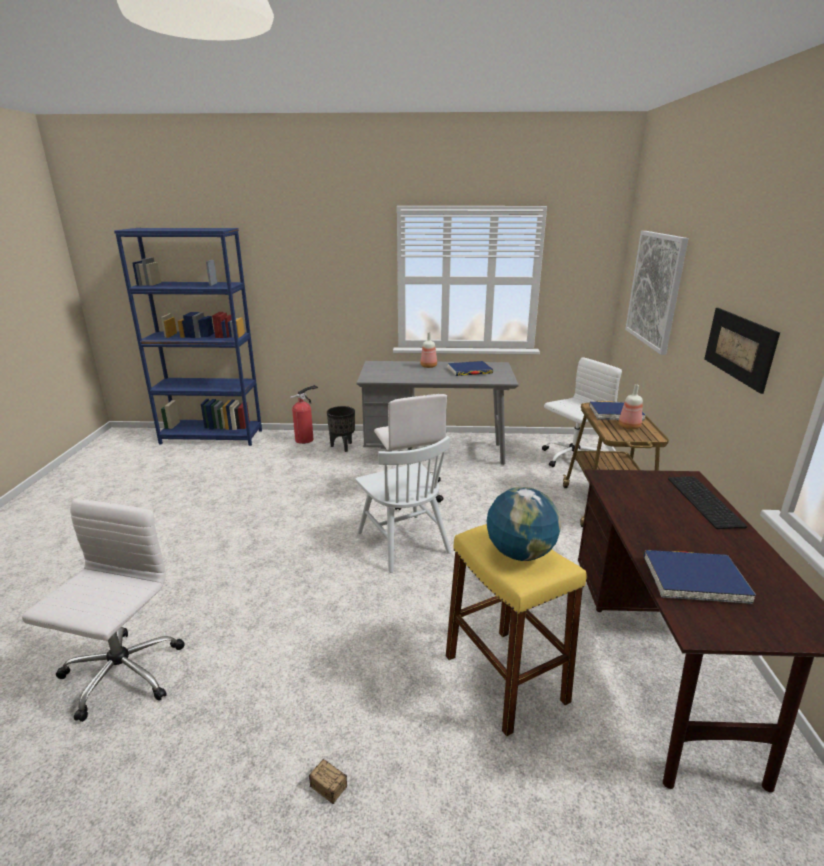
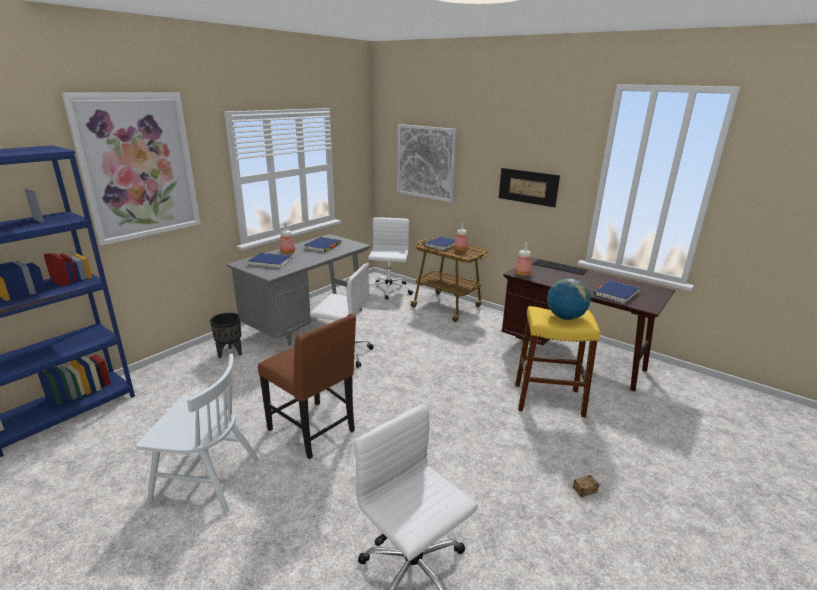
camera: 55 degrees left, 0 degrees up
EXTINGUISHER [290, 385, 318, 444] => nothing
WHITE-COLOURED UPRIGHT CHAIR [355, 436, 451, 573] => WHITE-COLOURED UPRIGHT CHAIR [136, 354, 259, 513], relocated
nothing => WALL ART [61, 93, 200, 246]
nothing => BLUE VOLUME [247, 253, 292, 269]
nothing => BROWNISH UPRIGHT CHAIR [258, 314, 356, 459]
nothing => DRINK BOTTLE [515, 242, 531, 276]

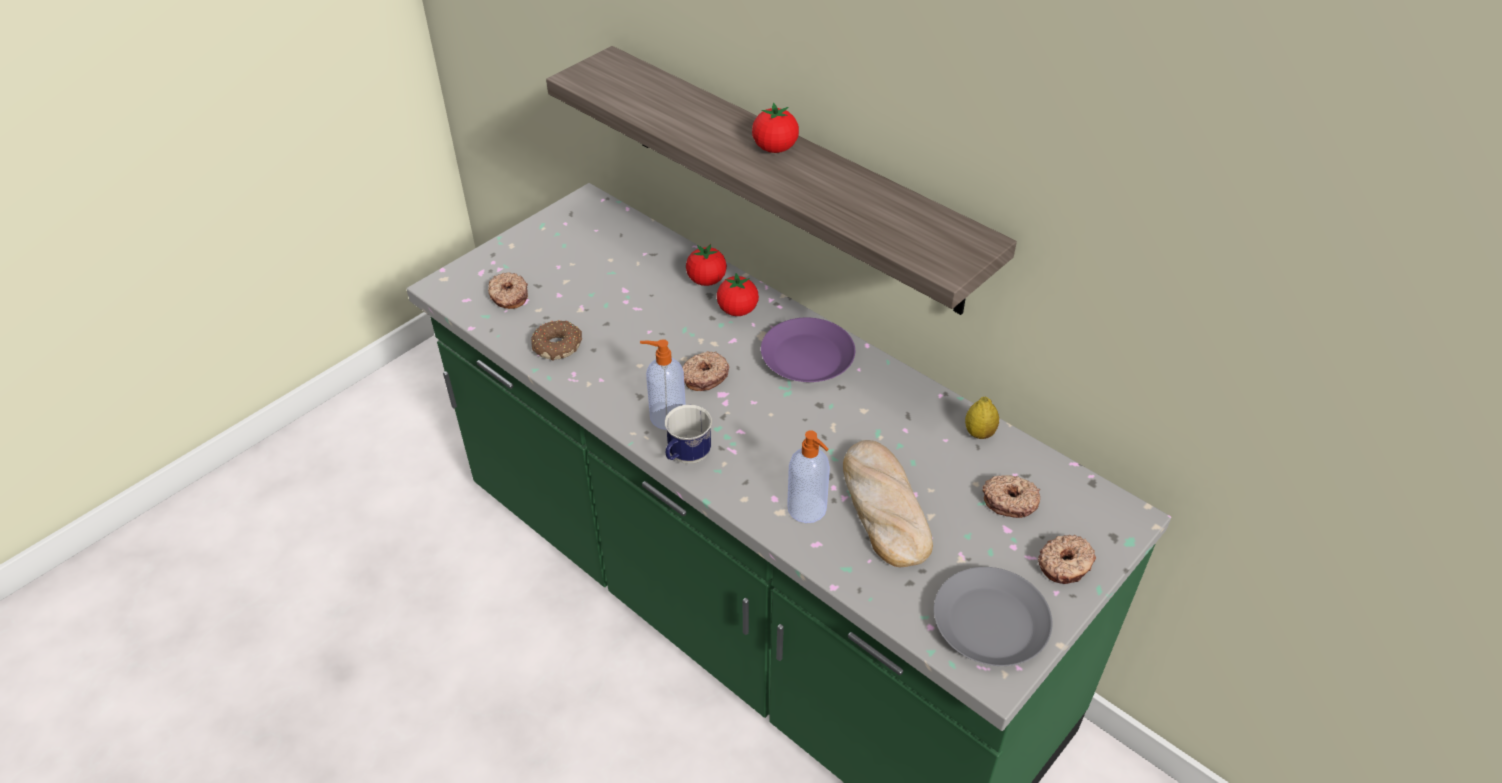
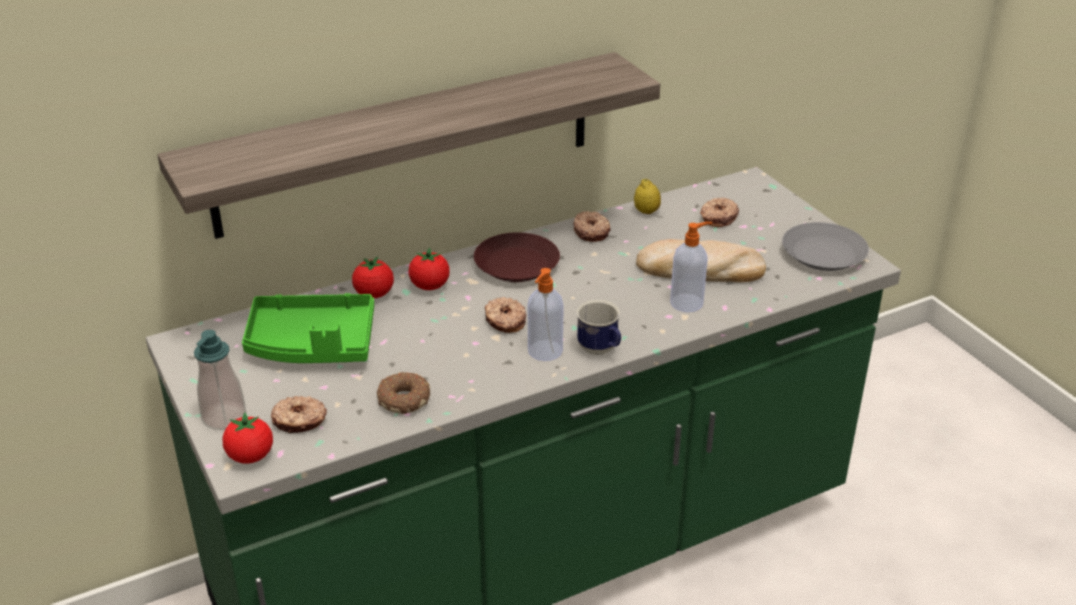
camera: 70 degrees left, 10 degrees down
WHOLE TOMATO [752, 103, 799, 153] => WHOLE TOMATO [223, 412, 273, 464], relocated
PURPLE FLAT DISH [761, 318, 855, 382] => BROWNISH FLAT DISH [474, 232, 560, 282]
RING DOUGHNUT [1038, 535, 1096, 584] => RING DOUGHNUT [573, 211, 611, 242], relocated
nothing => SOAP BOTTLE [194, 330, 246, 430]
nothing => GREEN-COLOURED SERVING TRAY [242, 293, 374, 363]

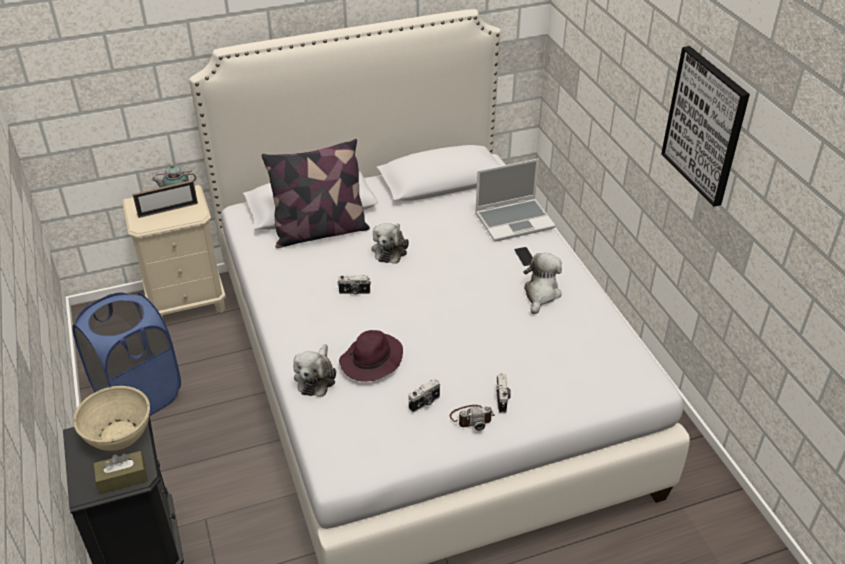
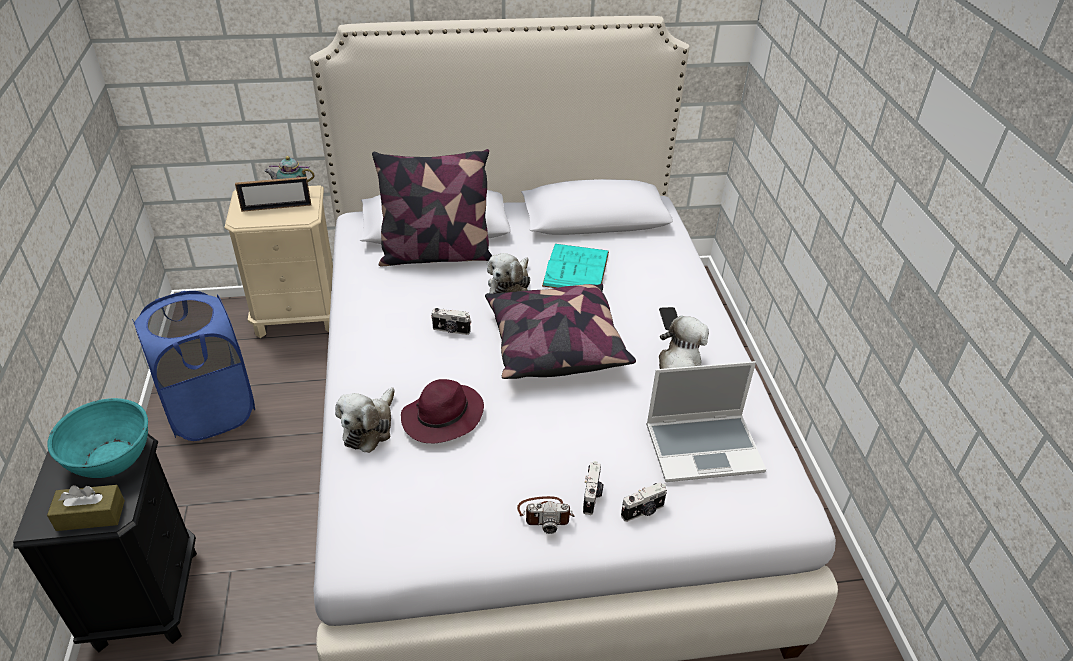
camera: 10 degrees right, 0 degrees up
BEIGE BOWL [73, 386, 150, 451] => BLUE-GREEN BOWL [47, 398, 148, 478]
STILL CAMERA [409, 379, 440, 412] => STILL CAMERA [621, 482, 667, 522], relocated
NOTEBOOK COMPUTER [475, 159, 556, 242] => NOTEBOOK COMPUTER [646, 361, 766, 482], relocated
WALL ART [661, 46, 750, 207] => nothing
nothing => CUSHION [485, 283, 636, 379]
nothing => BLUE-GREEN VOLUME [542, 244, 609, 288]

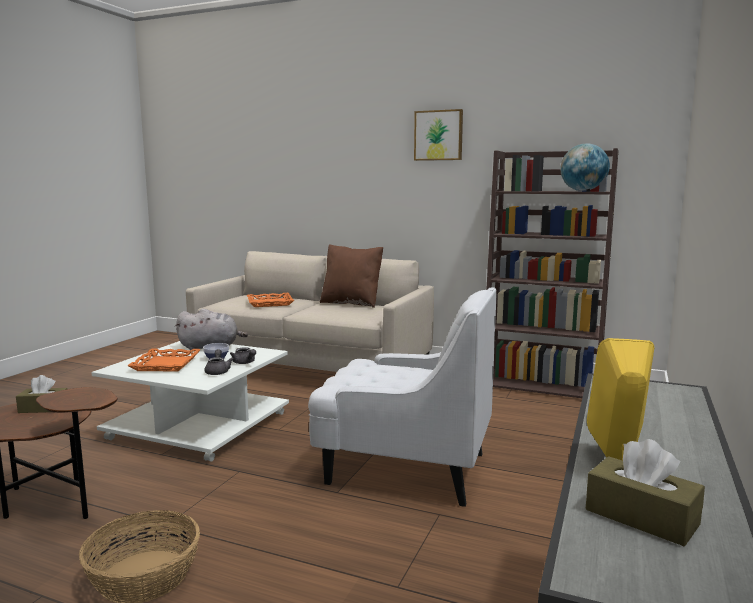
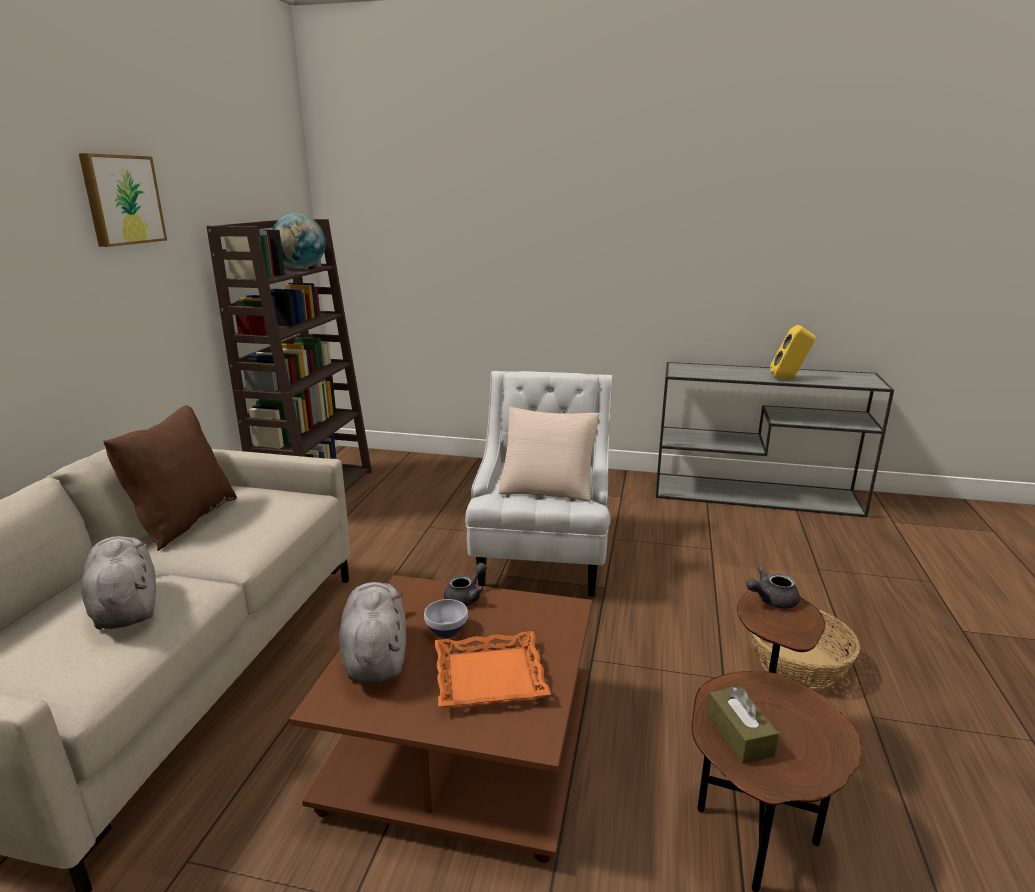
camera: 100 degrees left, 10 degrees up
WHITE-COLOURED COFFEE TABLE [91, 341, 289, 462] => BROWNISH COFFEE TABLE [289, 575, 592, 863]
GREYISH TEA POT [204, 349, 234, 375] => GREYISH TEA POT [746, 567, 800, 609], relocated
ORANGEY SERVING TRAY [247, 293, 294, 307] => GREYISH CUDDLY TOY [81, 536, 156, 630]
BROWNISH BOX OF TISSUES [586, 439, 705, 546] => nothing
nothing => BEIGE CUSHION [499, 407, 599, 502]

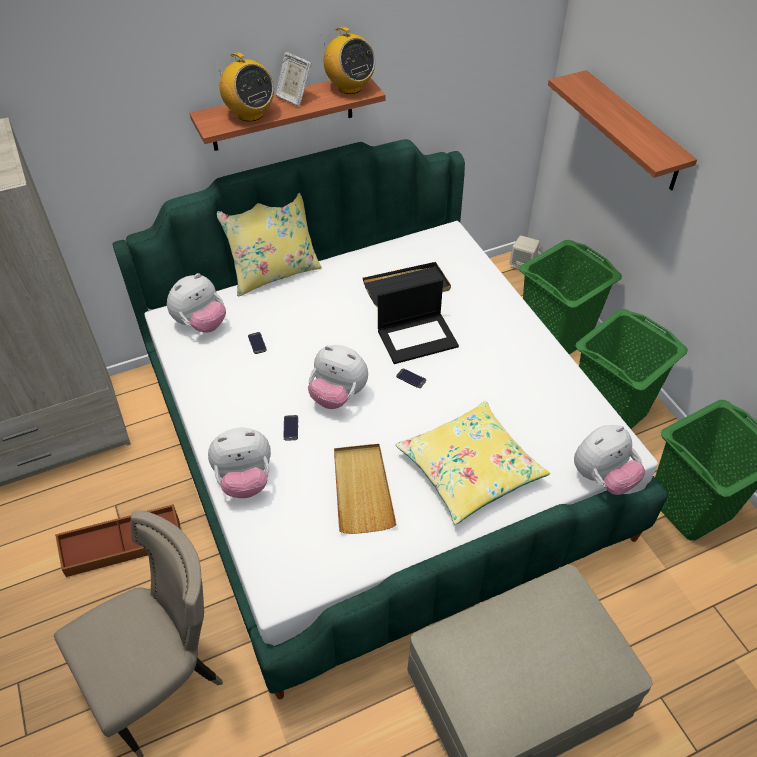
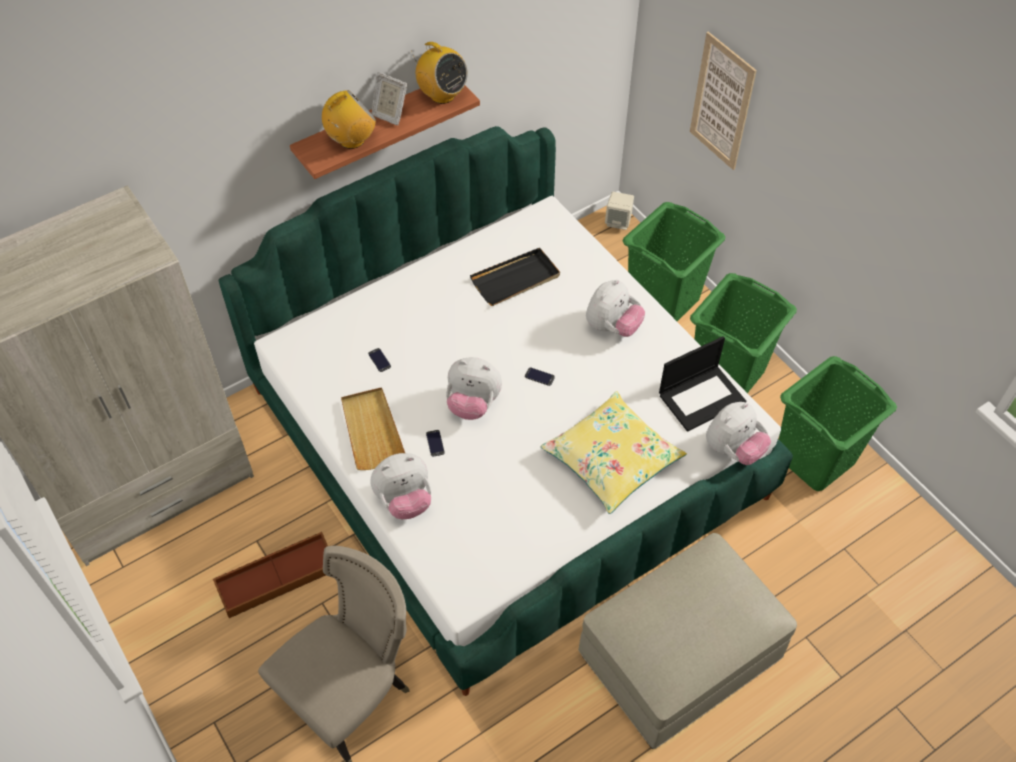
camera: 10 degrees left, 5 degrees up
CUDDLY TOY [167, 273, 226, 332] => CUDDLY TOY [586, 279, 645, 337], relocated
RADIO [216, 52, 274, 122] => RADIO [322, 90, 376, 149], 75 degrees counterclockwise
YELLOW CUSHION [217, 193, 322, 296] => nothing
BEIGE SERVING TRAY [334, 444, 396, 534] => BEIGE SERVING TRAY [341, 387, 405, 470], relocated
NOTEBOOK COMPUTER [378, 279, 459, 364] => NOTEBOOK COMPUTER [659, 336, 746, 432], relocated
BRACKET SHELF [548, 70, 697, 191] => WALL ART [690, 32, 757, 170]

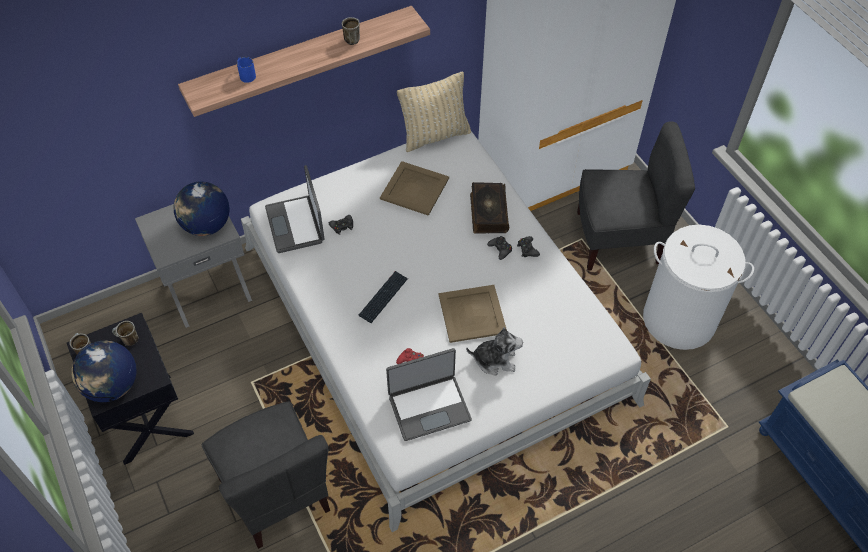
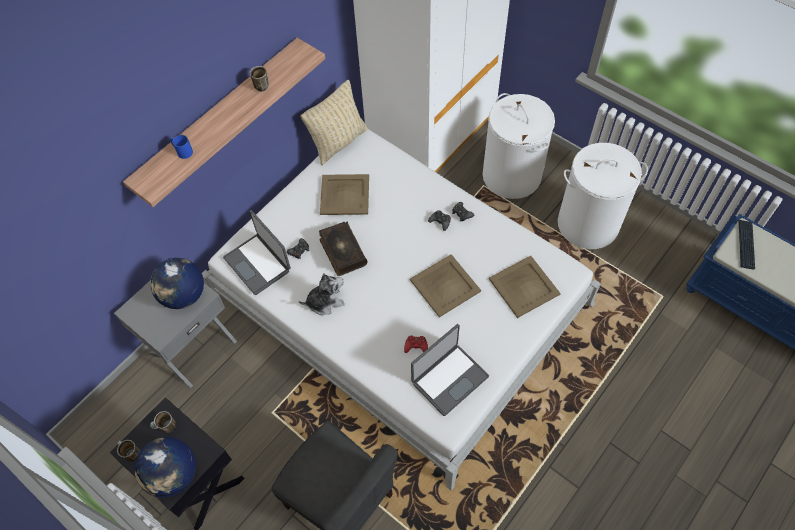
camera: 20 degrees left, 5 degrees up
COMPUTER KEYBOARD [359, 271, 408, 323] => COMPUTER KEYBOARD [738, 220, 755, 269], relocated
CUDDLY TOY [466, 327, 523, 376] => CUDDLY TOY [299, 274, 345, 315], relocated
VOLUME [470, 182, 509, 234] => VOLUME [319, 221, 368, 276], relocated
GREYISH UPRIGHT CHAIR [577, 122, 695, 271] => WHITE-COLOURED HAMPER [483, 93, 555, 199]
nothing => BEIGE SERVING TRAY [489, 256, 561, 318]

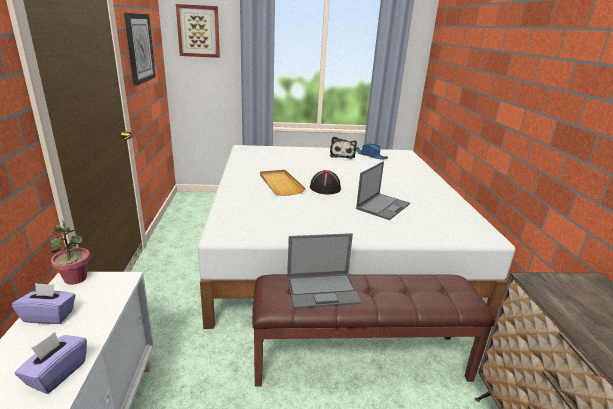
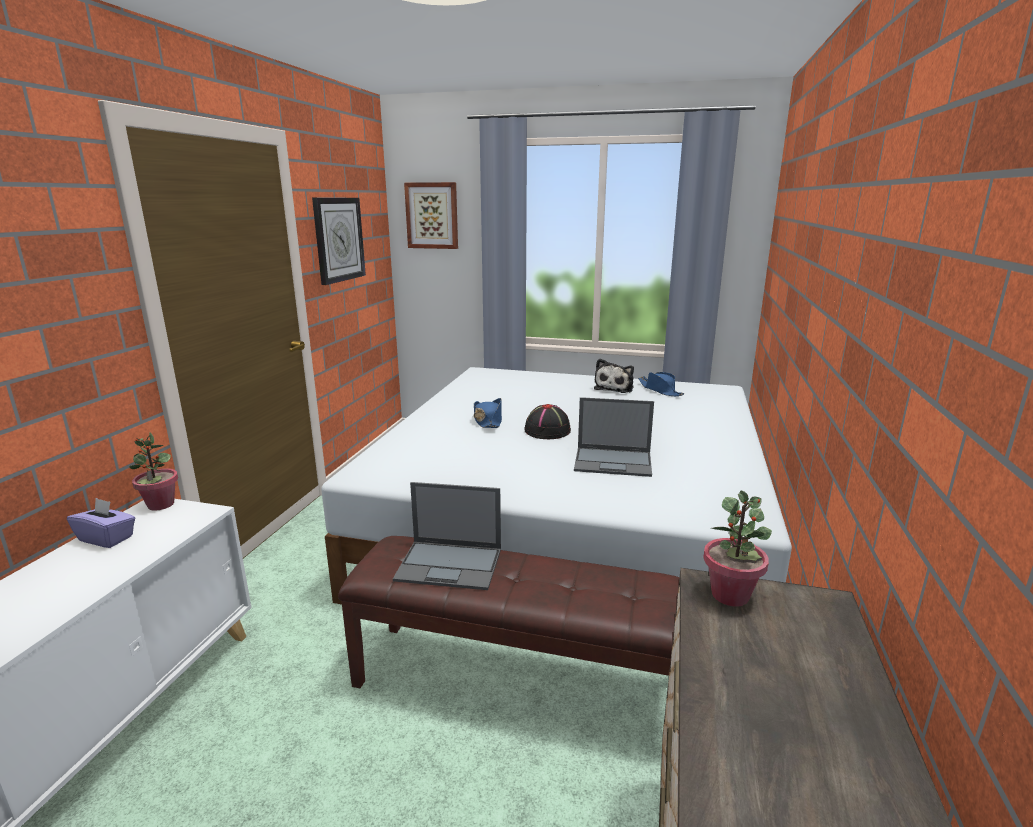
camera: 20 degrees right, 5 degrees down
PURPLE BOX OF TISSUES [15, 332, 87, 394] => nothing
BEIGE SERVING TRAY [260, 170, 306, 196] => BLUE HAT [473, 398, 502, 428]
NOTEBOOK COMPUTER [356, 161, 410, 220] => NOTEBOOK COMPUTER [574, 397, 654, 477], 45 degrees clockwise
nothing => PLANT IN A POT [703, 491, 772, 607]

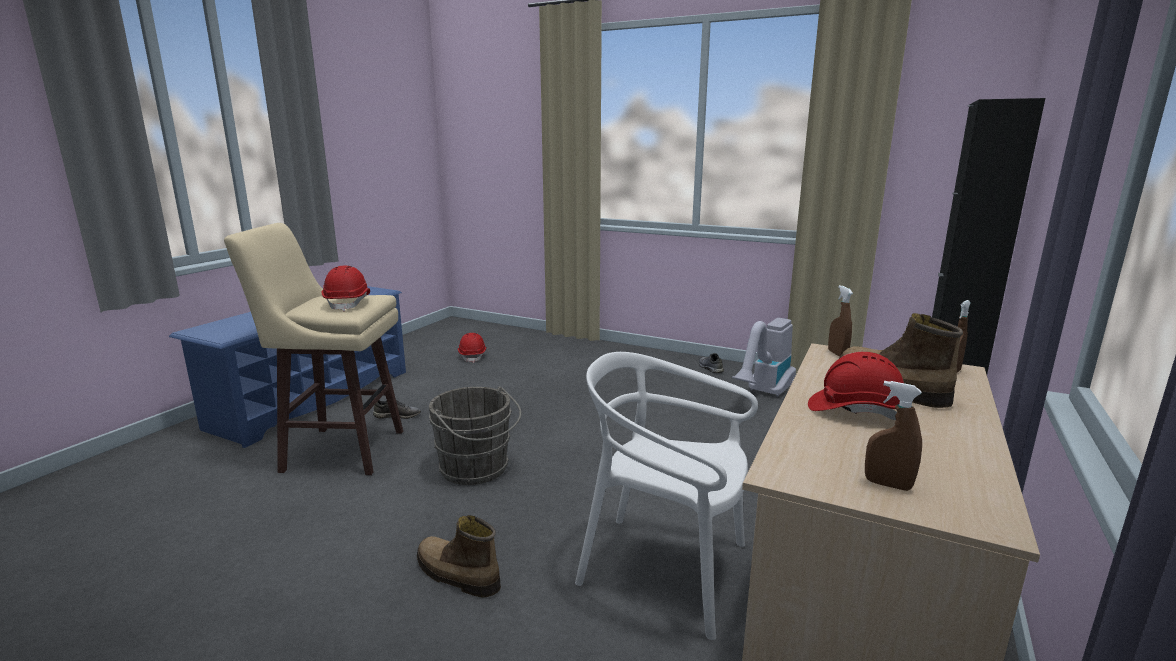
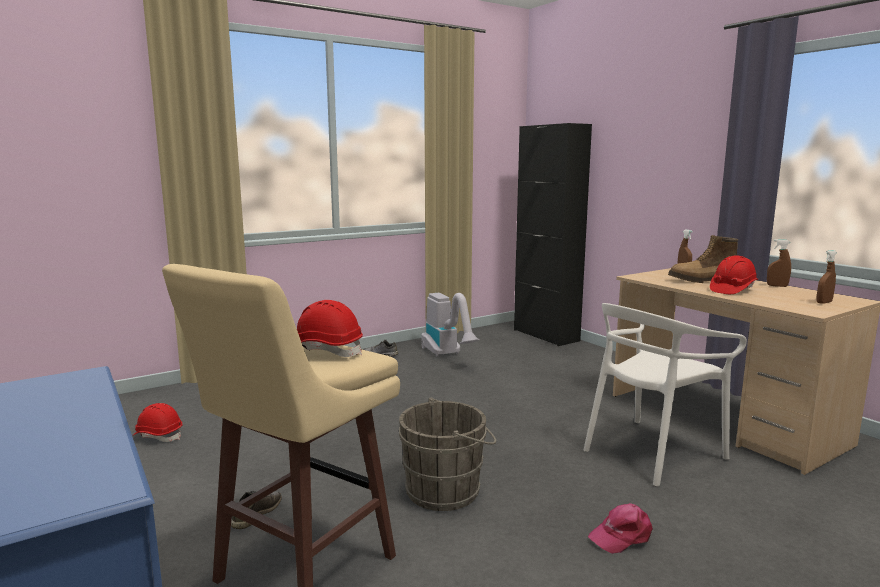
camera: 60 degrees left, 5 degrees down
TALL BOOT [417, 515, 501, 597] => PINK-COLOURED BASEBALL CAP [588, 503, 653, 554]
BROWNISH SPRAYER [828, 285, 853, 357] => BROWNISH SPRAYER [767, 239, 791, 287], relocated

